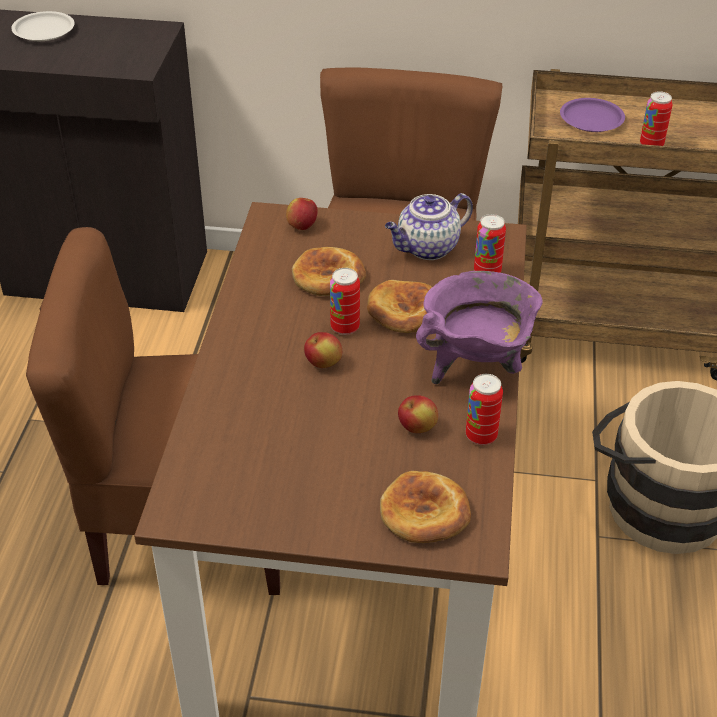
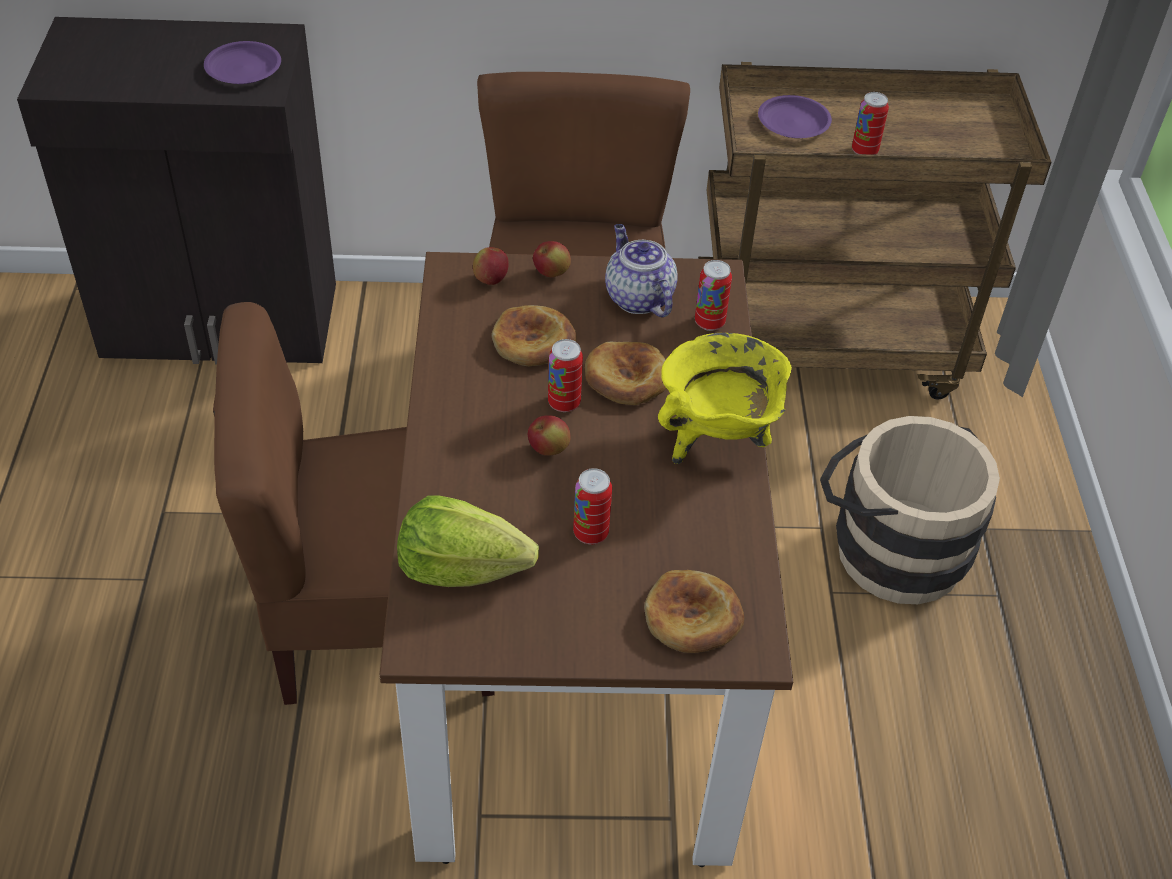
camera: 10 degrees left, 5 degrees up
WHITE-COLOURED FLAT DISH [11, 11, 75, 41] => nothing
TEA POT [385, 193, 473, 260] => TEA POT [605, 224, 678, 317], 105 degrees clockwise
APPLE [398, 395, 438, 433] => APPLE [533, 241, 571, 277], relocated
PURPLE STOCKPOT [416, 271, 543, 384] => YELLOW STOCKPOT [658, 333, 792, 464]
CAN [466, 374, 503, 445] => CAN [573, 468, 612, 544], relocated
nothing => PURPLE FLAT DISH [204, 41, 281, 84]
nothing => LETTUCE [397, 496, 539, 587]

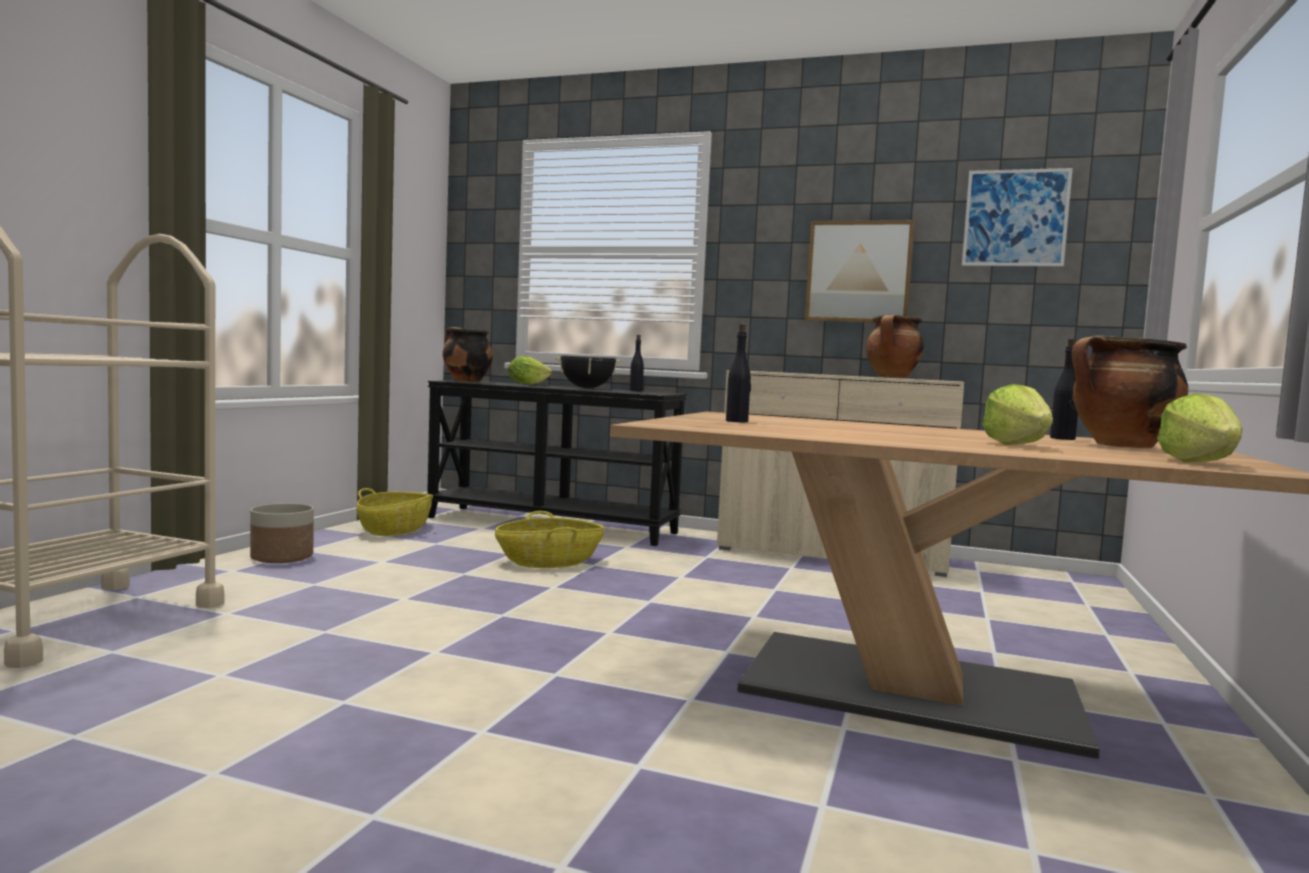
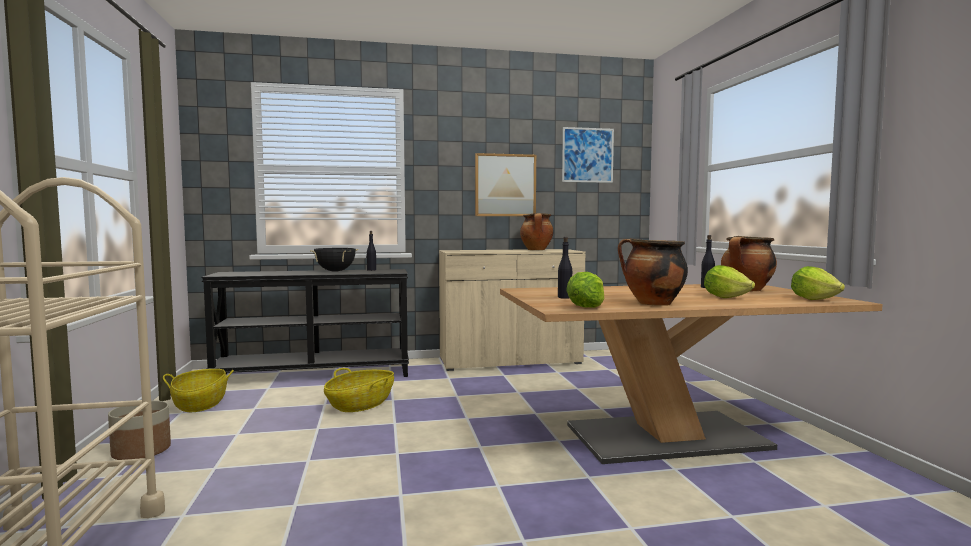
camera: 30 degrees left, 0 degrees up
STOCKPOT [443, 327, 493, 382] => STOCKPOT [618, 238, 688, 306], relocated
LETTUCE [508, 356, 552, 385] => LETTUCE [566, 272, 604, 308], relocated

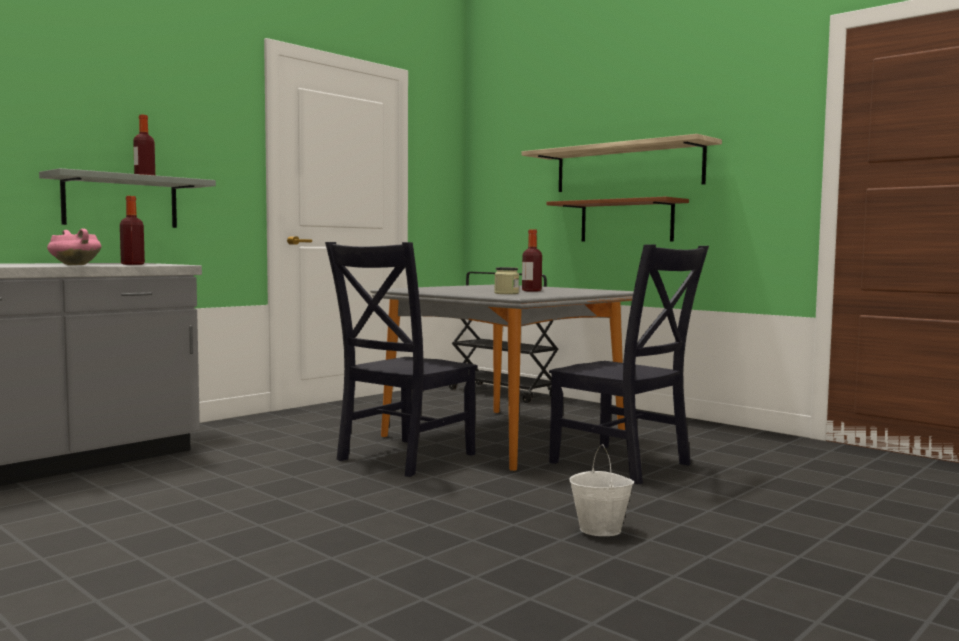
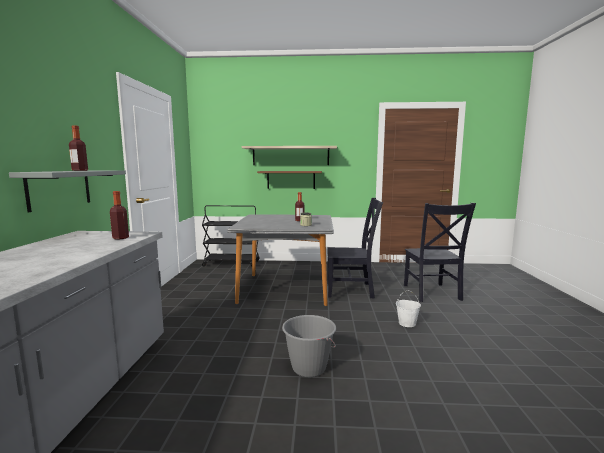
camera: 40 degrees left, 5 degrees up
PINK-COLOURED STOCKPOT [47, 229, 102, 265] => nothing
BLACK-COLOURED UPRIGHT CHAIR [325, 242, 478, 477] => BLACK-COLOURED UPRIGHT CHAIR [404, 203, 476, 302], relocated
nothing => GREYISH PAIL [282, 315, 336, 377]

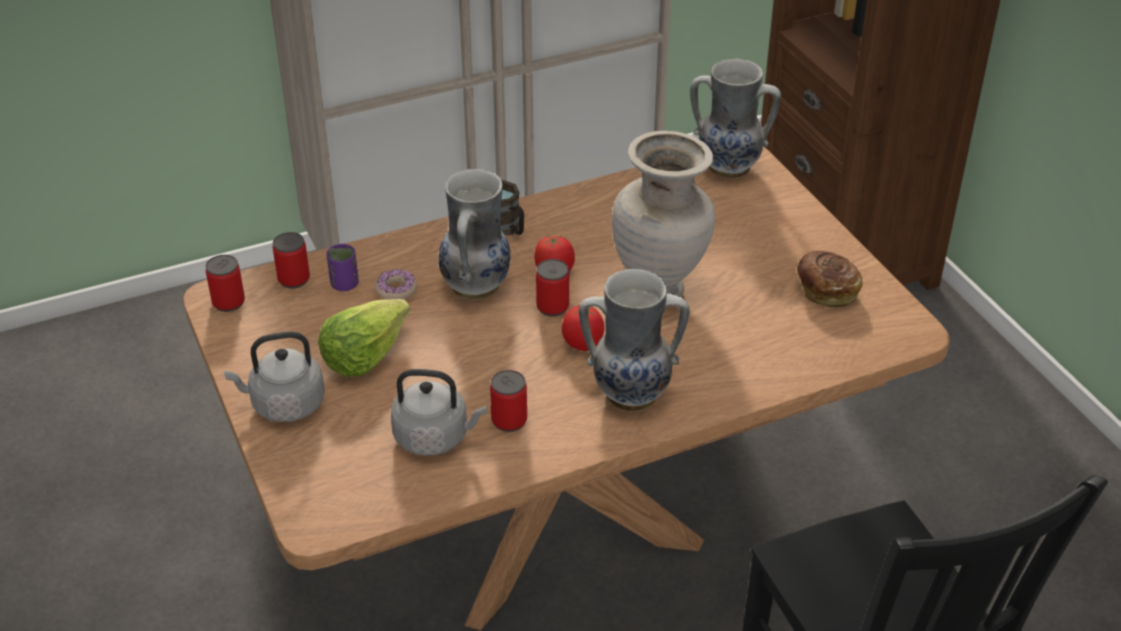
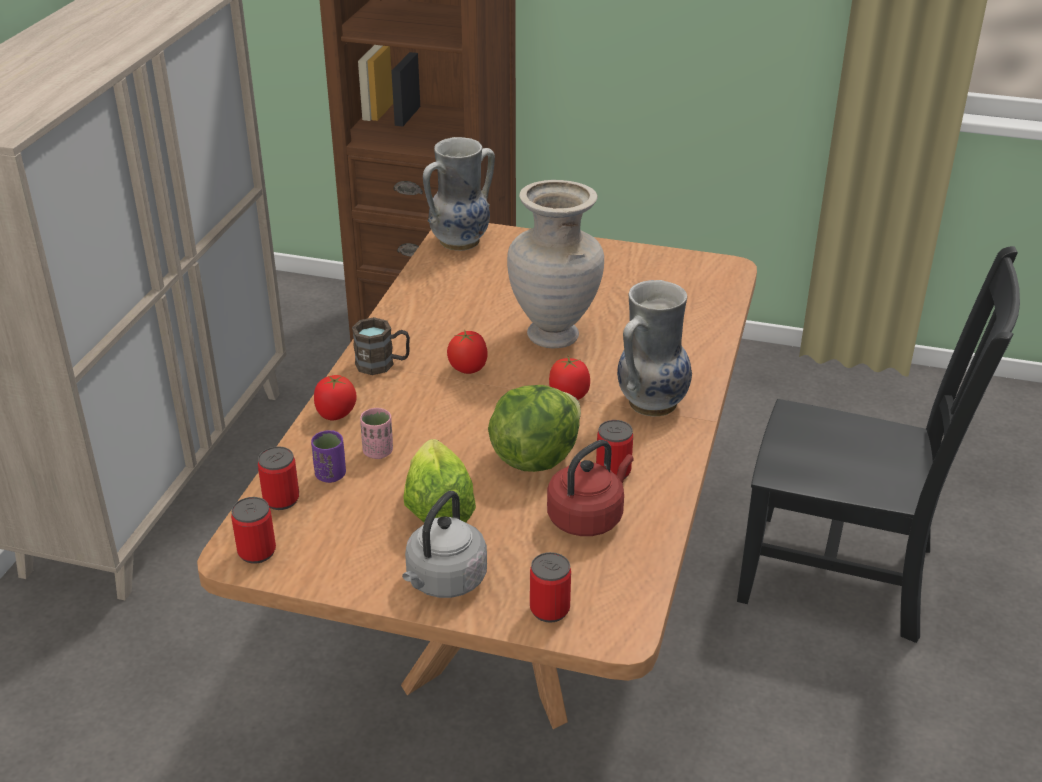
camera: 50 degrees left, 5 degrees down
RING DOUGHNUT [375, 269, 417, 299] => PINK-COLOURED DRINKING CUP [360, 408, 393, 459]
GREYISH WATER KETTLE [391, 369, 486, 456] => RED WATER KETTLE [547, 440, 634, 536]
FLOWER VASE [438, 169, 511, 300] => nothing
CAN [536, 259, 569, 316] => CAN [530, 552, 571, 623], relocated
BREAD [797, 250, 863, 307] => nothing
nothing => WHOLE TOMATO [314, 375, 356, 420]
nothing => LETTUCE [488, 385, 581, 472]

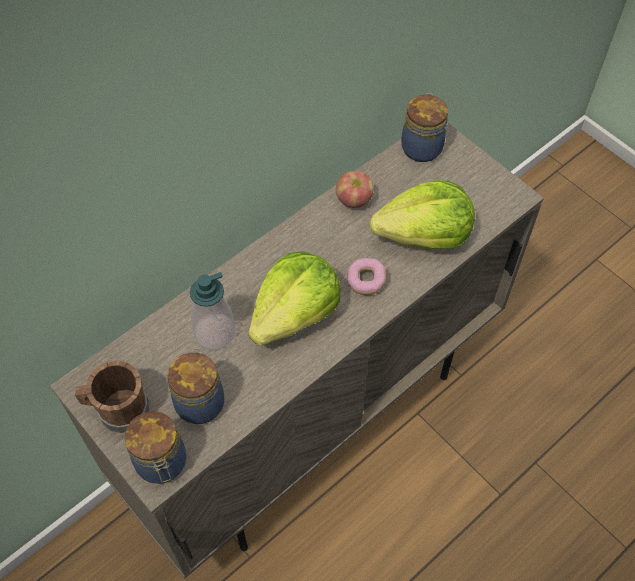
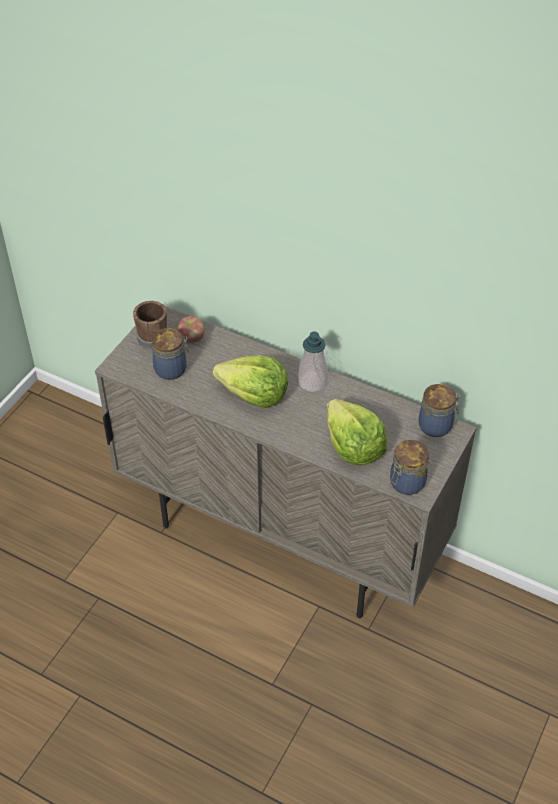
camera: 70 degrees right, 10 degrees down
PRESERVE JAR [125, 411, 187, 484] => PRESERVE JAR [390, 440, 429, 495], relocated
SOAP BOTTLE [190, 272, 236, 350] => SOAP BOTTLE [298, 331, 328, 392], relocated
APPLE [336, 171, 373, 208] => APPLE [177, 316, 205, 343], relocated
RING DOUGHNUT [347, 258, 386, 295] => nothing

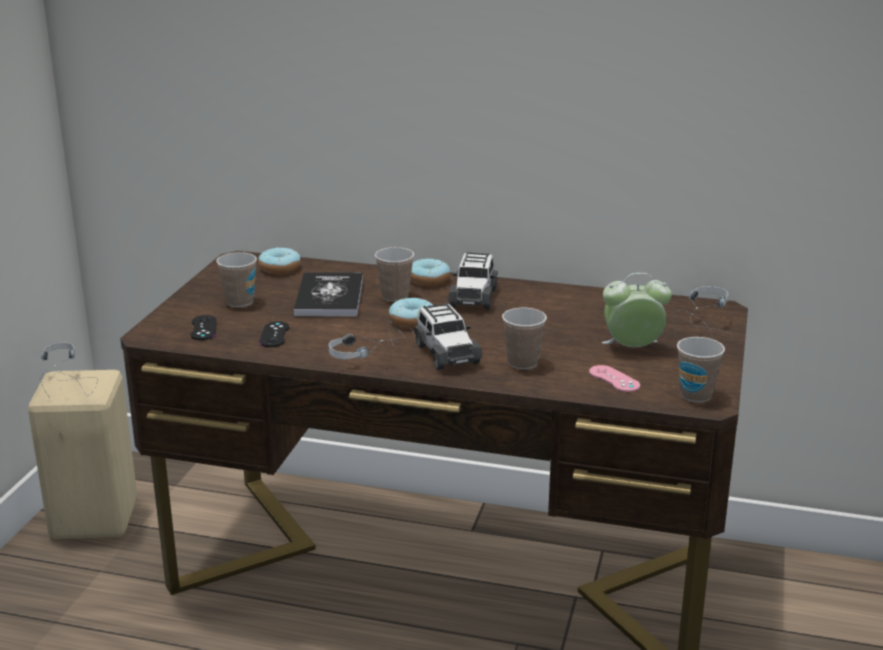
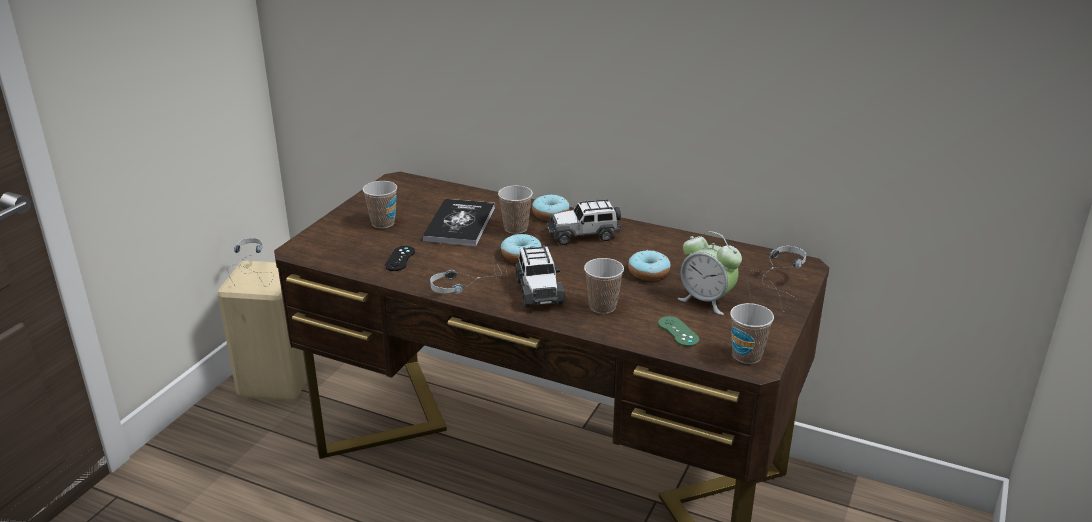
camera: 10 degrees right, 5 degrees up
BLACK-COLOURED GAME CONTROLLER [191, 315, 216, 340] => nothing
RING DOUGHNUT [258, 247, 300, 274] => RING DOUGHNUT [628, 250, 671, 281], relocated
MINIATURE CAR [448, 252, 498, 310] => MINIATURE CAR [547, 199, 621, 245], 60 degrees clockwise
PINK-COLOURED GAME CONTROLLER [589, 365, 640, 392] => GREEN-COLOURED GAME CONTROLLER [658, 316, 700, 347]
TABLE CLOCK [602, 273, 672, 347] => TABLE CLOCK [678, 231, 742, 315], 150 degrees counterclockwise

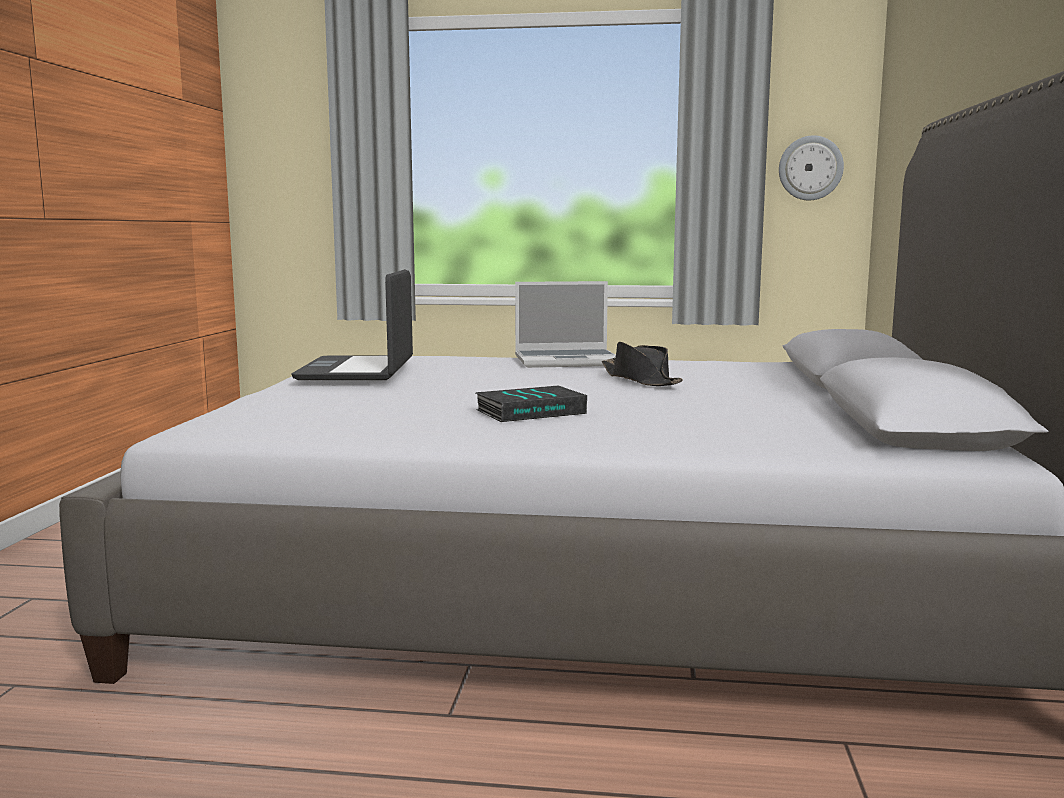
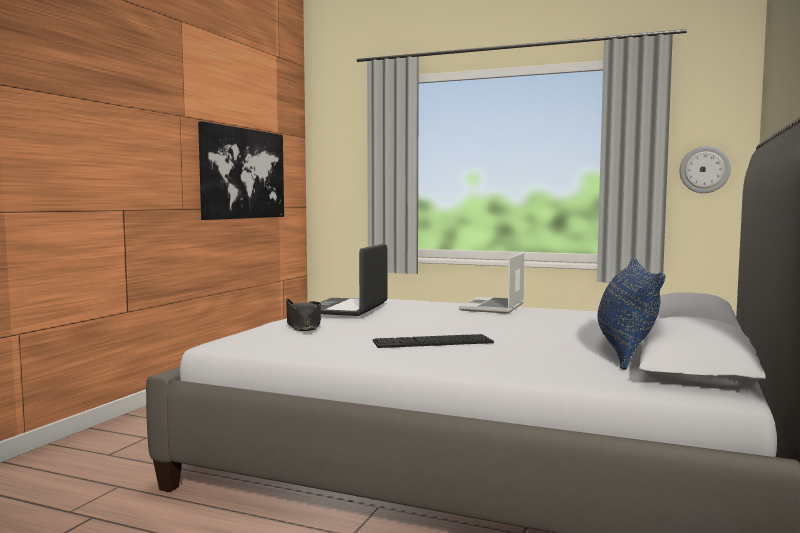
camera: 15 degrees right, 5 degrees down
VOLUME [476, 386, 587, 422] => COMPUTER KEYBOARD [373, 334, 494, 348]
NOTEBOOK COMPUTER [515, 281, 616, 368] => NOTEBOOK COMPUTER [459, 253, 524, 314], 105 degrees clockwise
BLACK-COLOURED HAT [602, 342, 683, 386] => BLACK-COLOURED HAT [286, 298, 322, 331], relocated
nothing => WALL ART [198, 121, 284, 220]
nothing => BLUE CUSHION [597, 257, 665, 370]

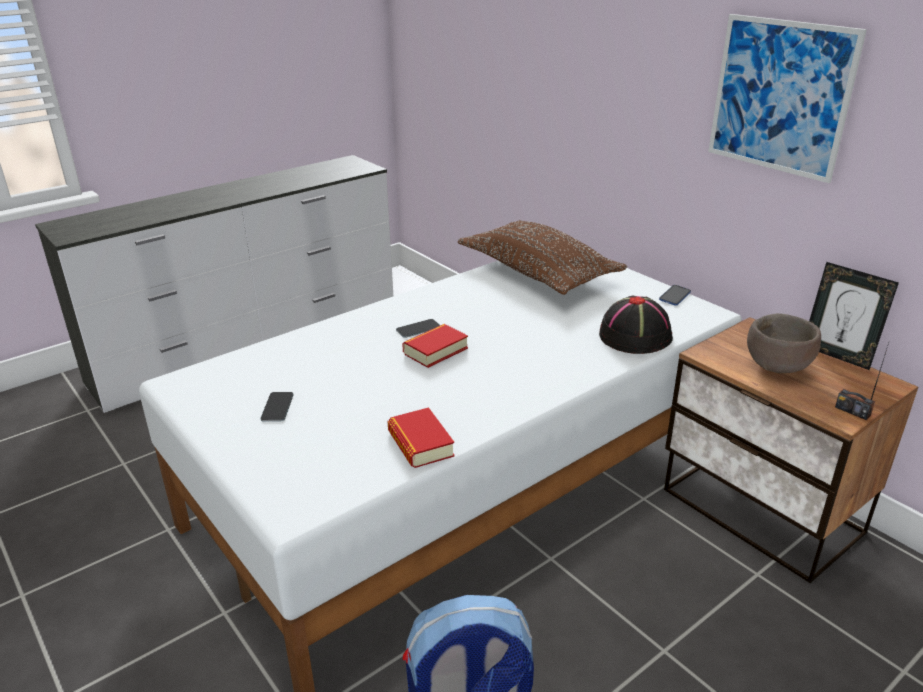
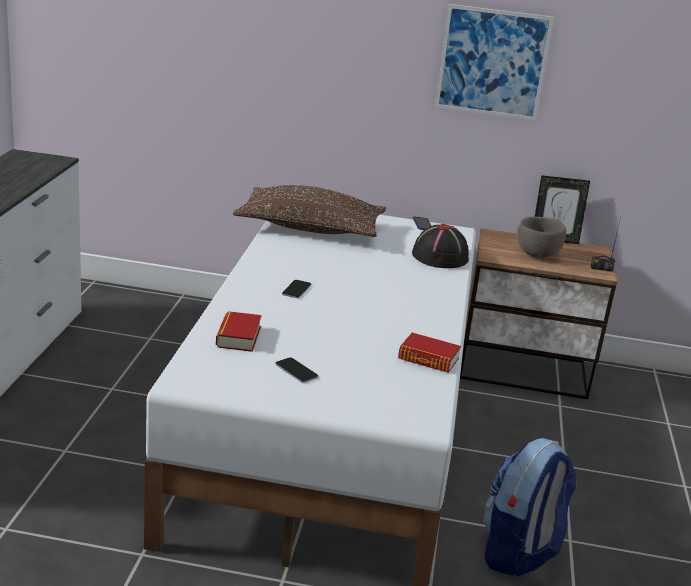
camera: 45 degrees left, 5 degrees down
VOLUME [402, 324, 468, 368] => VOLUME [216, 311, 262, 352], relocated

